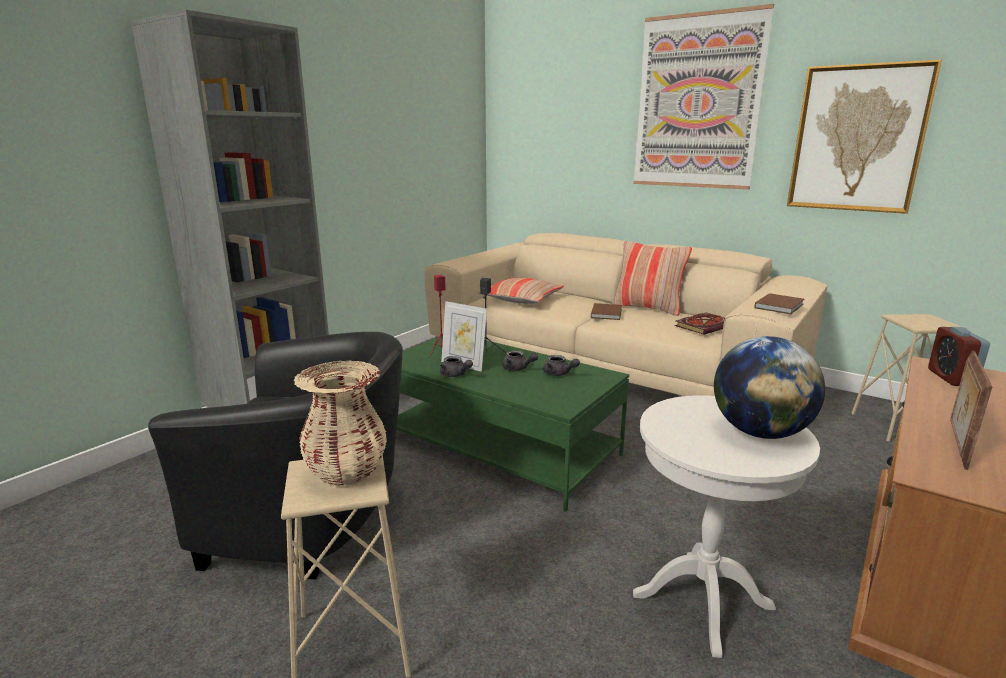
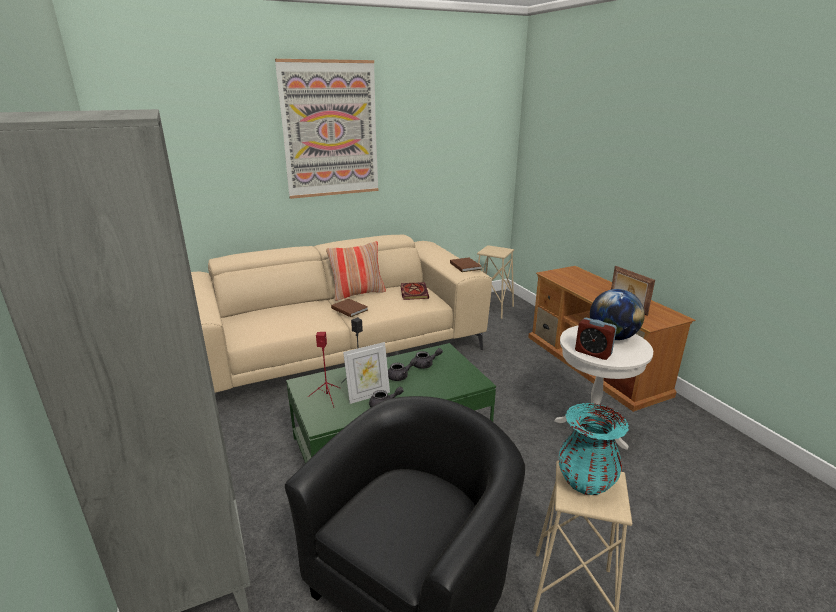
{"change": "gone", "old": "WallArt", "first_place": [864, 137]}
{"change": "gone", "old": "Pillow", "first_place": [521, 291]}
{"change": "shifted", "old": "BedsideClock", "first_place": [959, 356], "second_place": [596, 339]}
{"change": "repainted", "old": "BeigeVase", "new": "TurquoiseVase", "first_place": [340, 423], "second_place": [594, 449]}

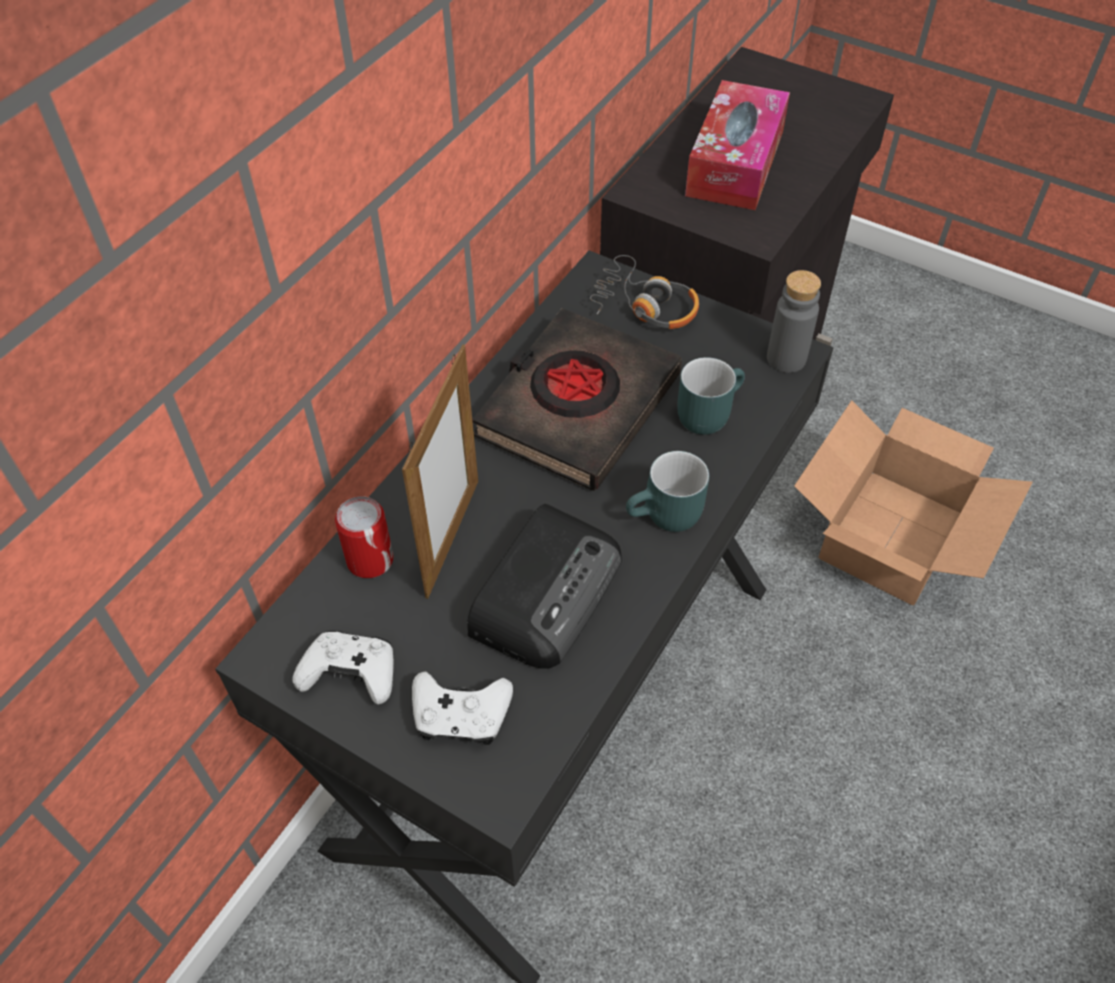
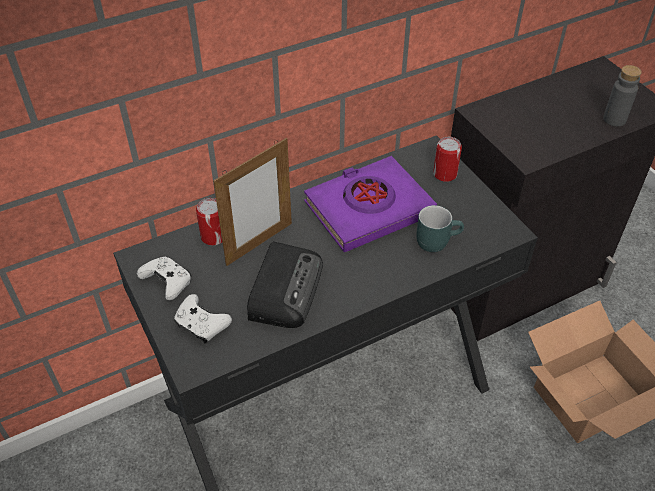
{"change": "gone", "old": "TissueBox", "first_place": [737, 145]}
{"change": "swapped", "old": "PairOfHeadphones", "new": "SealedCan", "first_place": [644, 292], "second_place": [447, 159]}
{"change": "shifted", "old": "GreyishDrinkBottle", "first_place": [794, 321], "second_place": [622, 95]}
{"change": "repainted", "old": "BlackColouredBook", "new": "PurplishBook", "first_place": [577, 399], "second_place": [370, 204]}
{"change": "gone", "old": "TurquoiseMug", "first_place": [667, 491]}
{"change": "rotated", "old": "Radio", "first_place": [544, 586], "second_place": [285, 285], "degrees": -45}

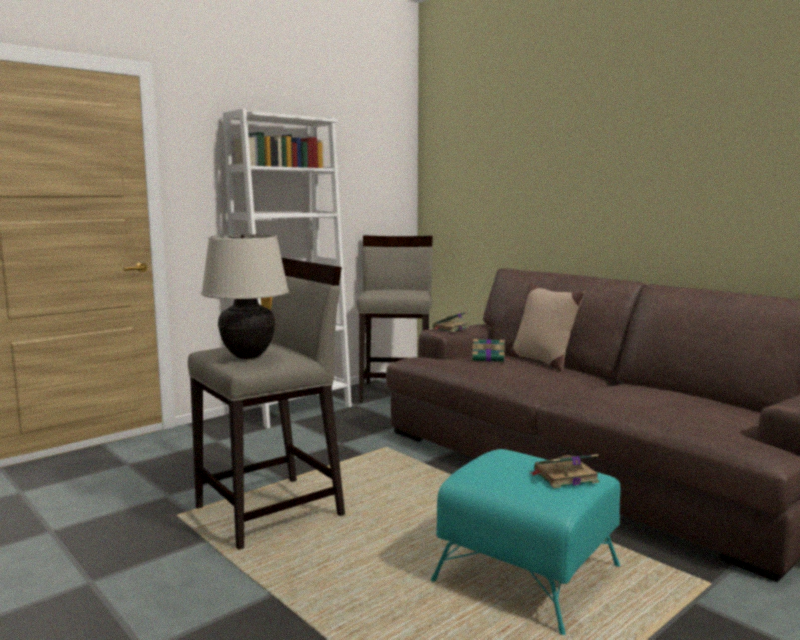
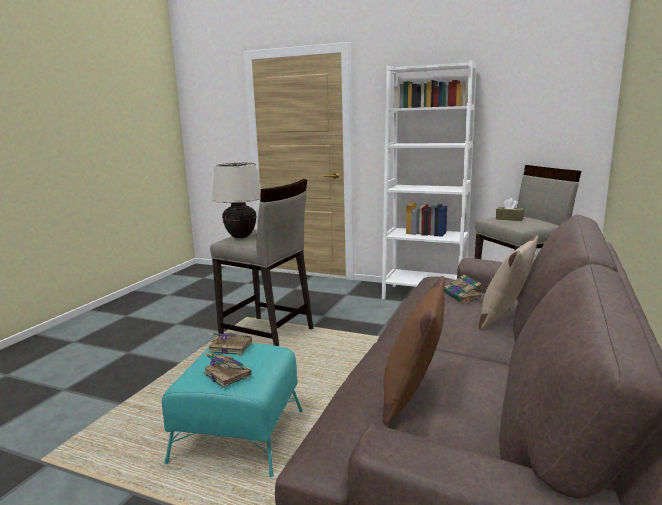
{"change": "shifted", "old": "Book", "first_place": [451, 322], "second_place": [230, 343]}
{"change": "new", "new": "BrownTissueBox", "second_place": [510, 209]}
{"change": "new", "new": "BrownPillow", "second_place": [414, 350]}

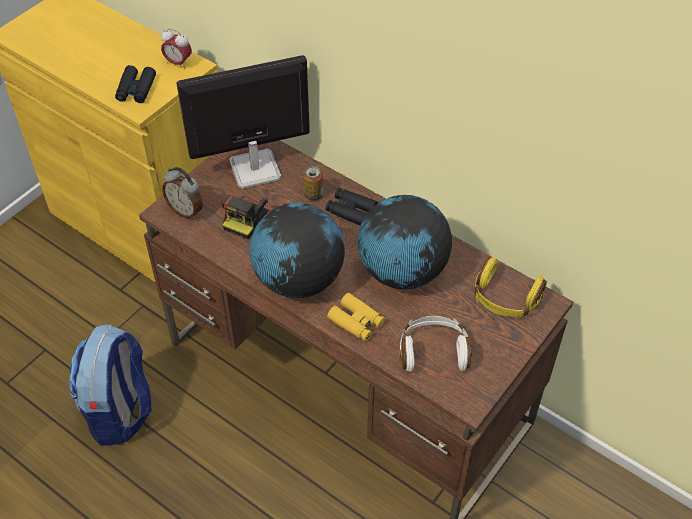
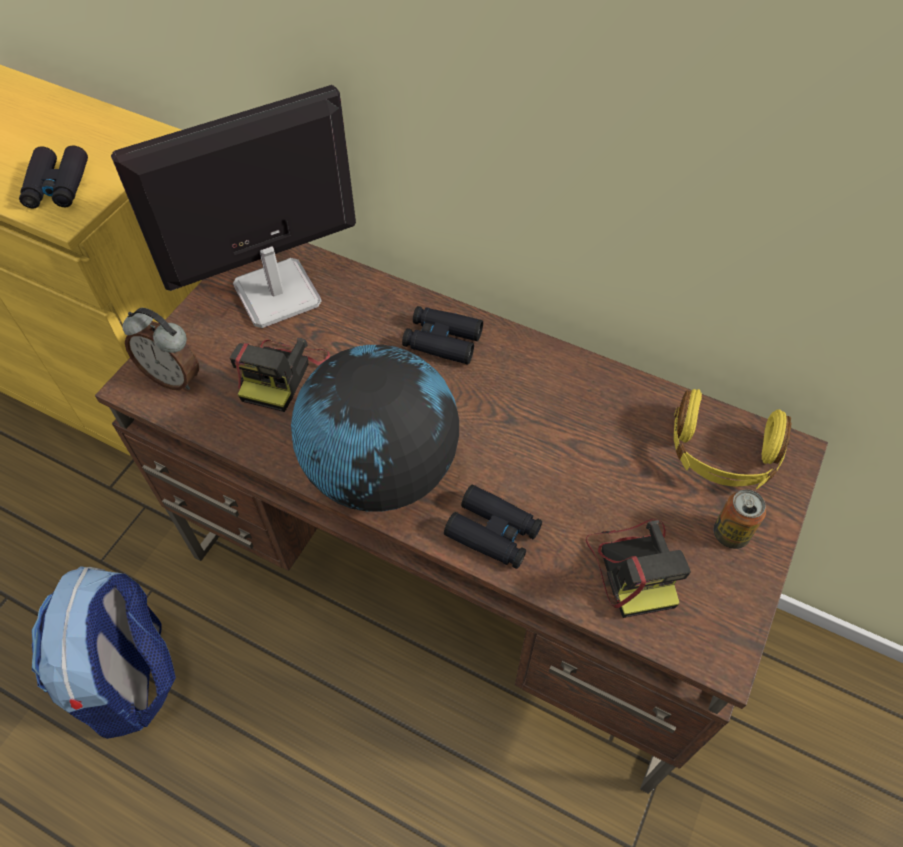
{"change": "gone", "old": "BedsideClock", "first_place": [176, 49]}
{"change": "shifted", "old": "SealedCan", "first_place": [313, 183], "second_place": [740, 519]}
{"change": "gone", "old": "WorldGlobe", "first_place": [404, 242]}
{"change": "repainted", "old": "YellowishFieldGlasses", "new": "BlackColouredFieldGlasses", "first_place": [356, 317], "second_place": [493, 527]}
{"change": "swapped", "old": "WhitePairOfHeadphones", "new": "StillCamera", "first_place": [435, 344], "second_place": [638, 568]}

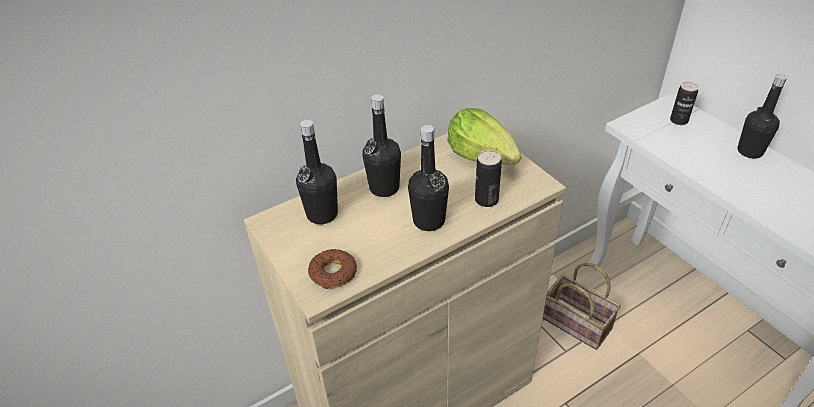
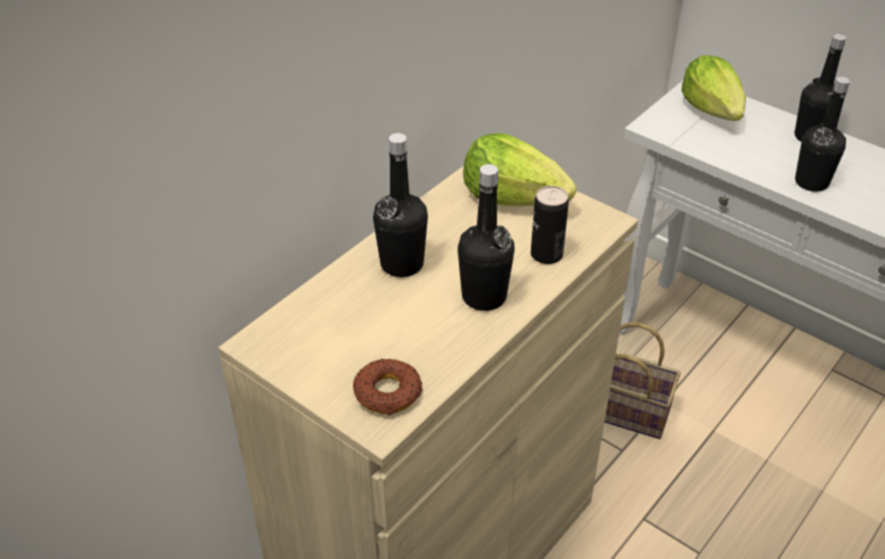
{"change": "swapped", "old": "SealedCan", "new": "LettuceHead", "first_place": [684, 103], "second_place": [714, 88]}
{"change": "shifted", "old": "BlackColouredDrinkBottle", "first_place": [317, 172], "second_place": [822, 134]}

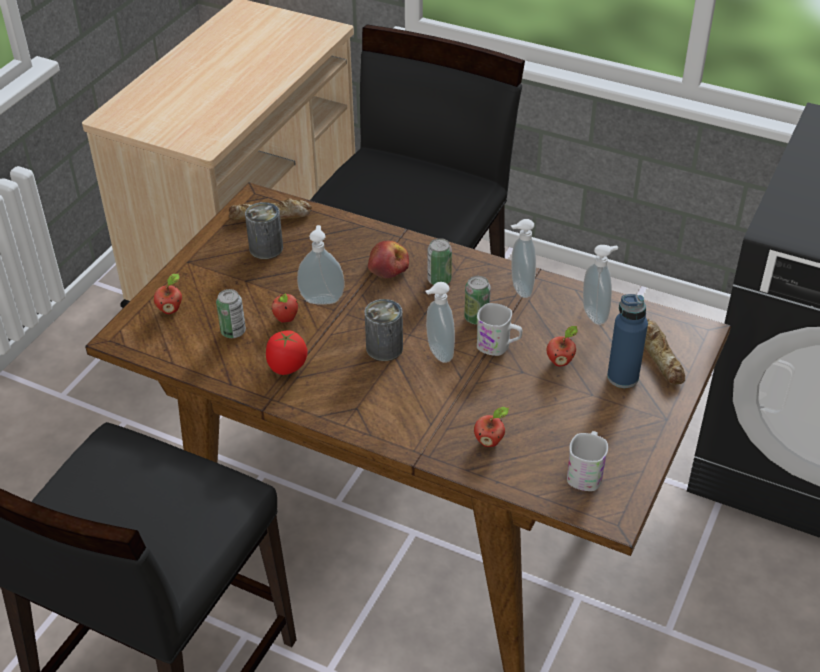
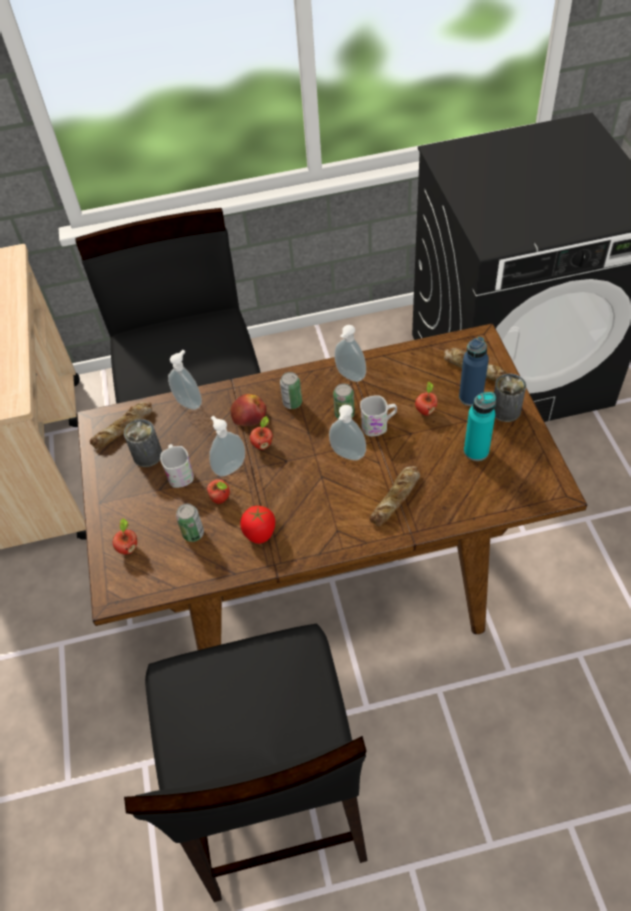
{"change": "shifted", "old": "SoapDispenser", "first_place": [600, 285], "second_place": [185, 380]}
{"change": "shifted", "old": "SealedCan", "first_place": [383, 330], "second_place": [510, 398]}
{"change": "shifted", "old": "Apple", "first_place": [491, 427], "second_place": [261, 433]}
{"change": "shifted", "old": "WhiteMug", "first_place": [587, 461], "second_place": [177, 466]}
{"change": "new", "new": "TurquoiseDrinkBottle", "second_place": [480, 426]}
{"change": "new", "new": "BakeryBread", "second_place": [394, 496]}

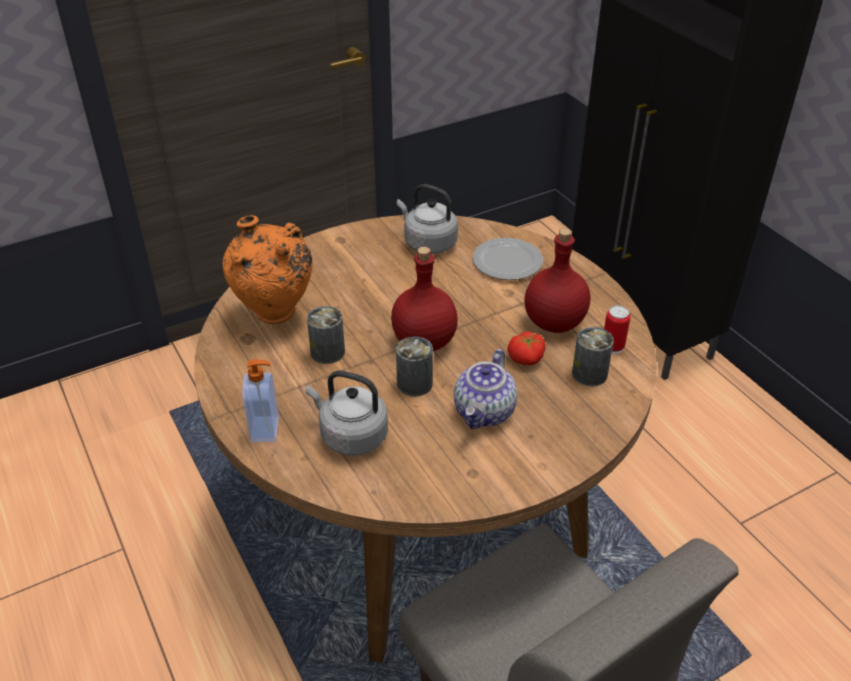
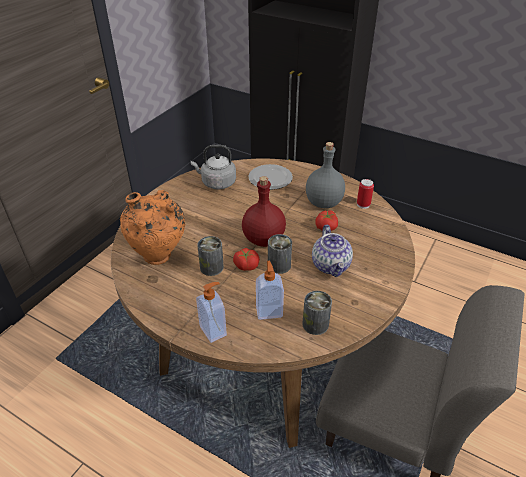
{"change": "repainted", "old": "RedDrinkBottle", "new": "GreyishDrinkBottle", "first_place": [557, 280], "second_place": [325, 175]}
{"change": "shifted", "old": "SealedCan", "first_place": [593, 356], "second_place": [317, 313]}
{"change": "swapped", "old": "GreyishWaterKettle", "new": "SoapDispenser", "first_place": [347, 413], "second_place": [270, 290]}
{"change": "new", "new": "FreshTomato", "second_place": [246, 259]}

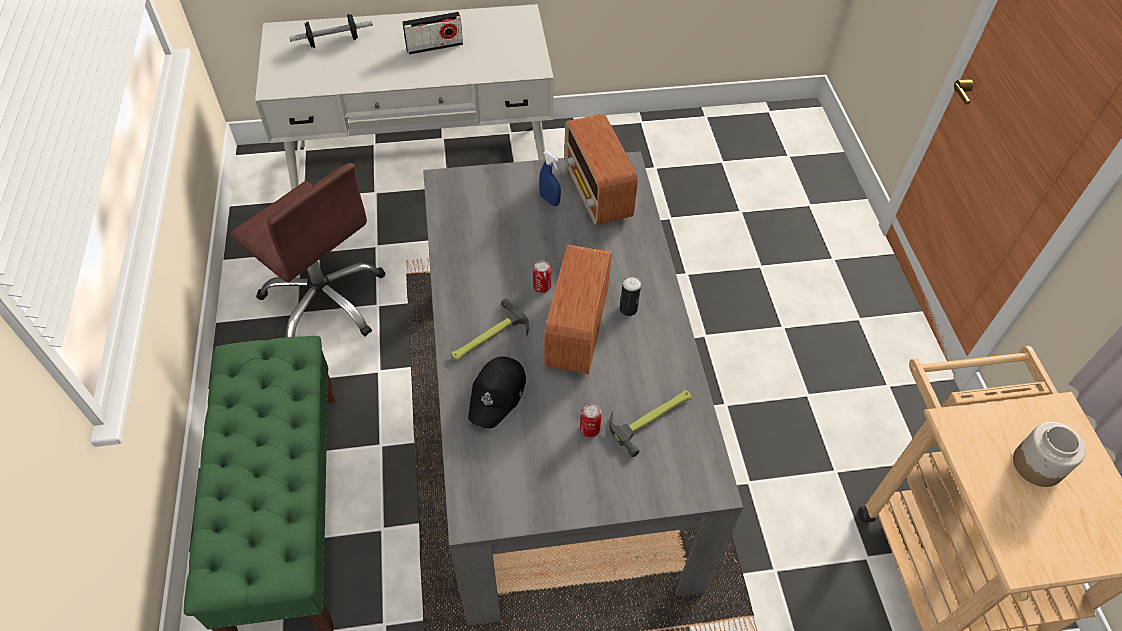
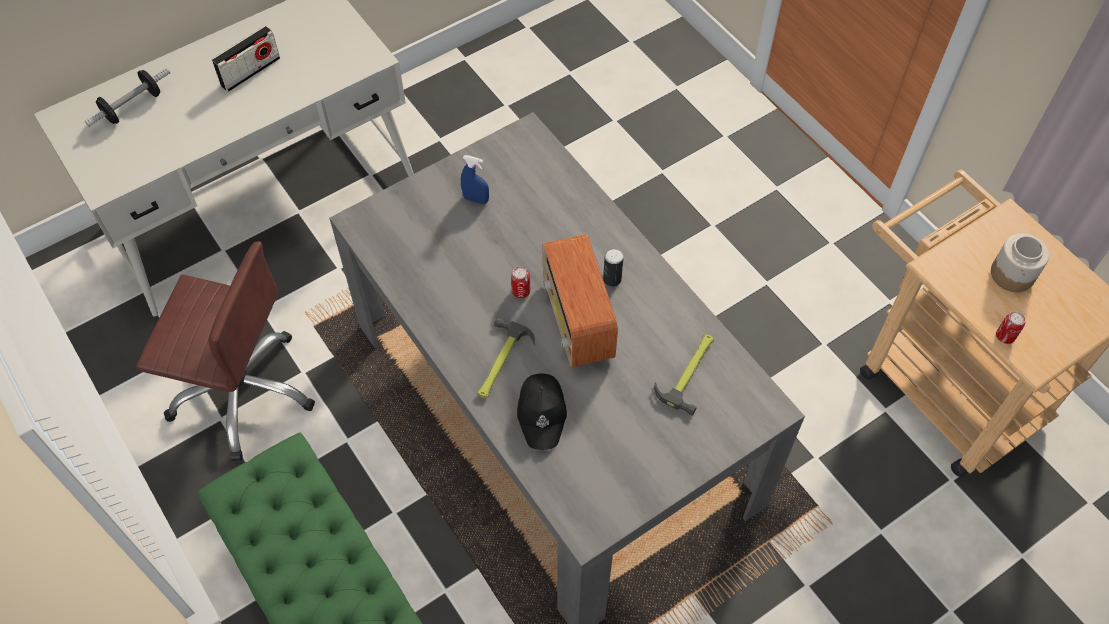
{"change": "gone", "old": "Radio", "first_place": [601, 169]}
{"change": "shifted", "old": "SealedCan", "first_place": [591, 420], "second_place": [1010, 327]}

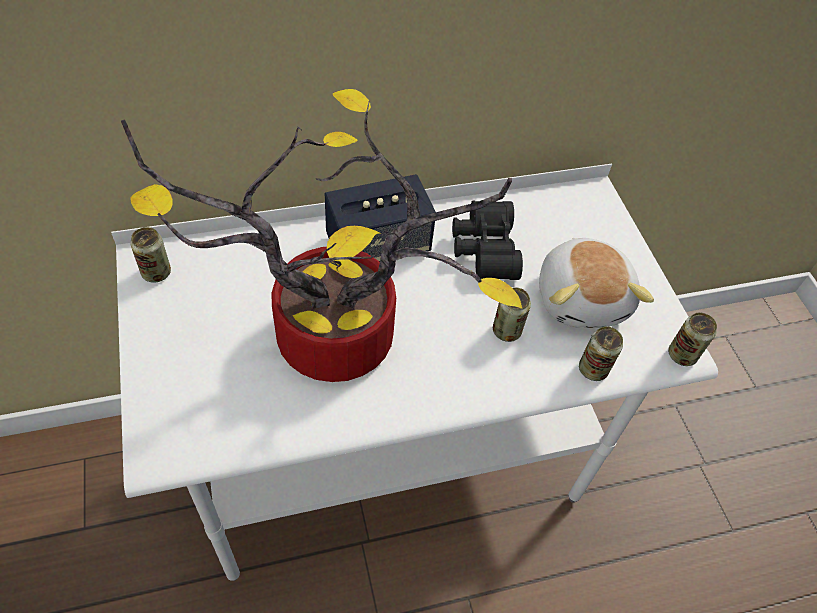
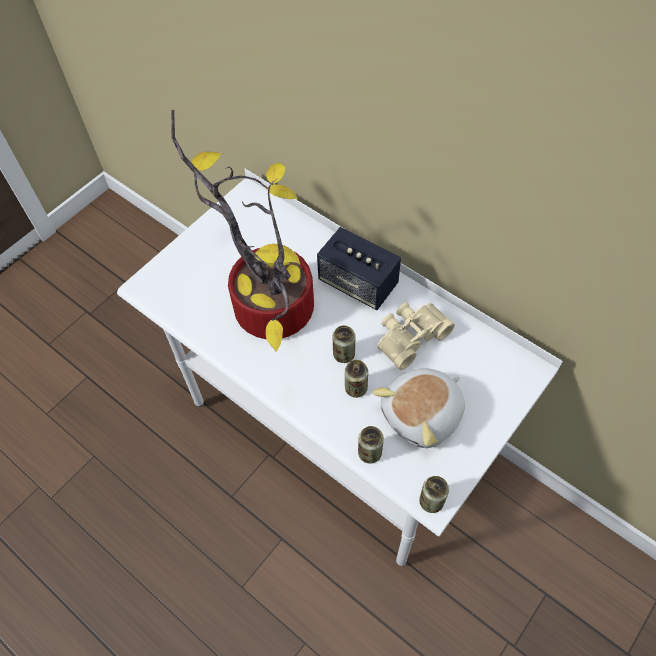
{"change": "repainted", "old": "BlackColouredFieldGlasses", "new": "BeigeFieldGlasses", "first_place": [487, 240], "second_place": [416, 336]}
{"change": "shifted", "old": "SealedCan", "first_place": [150, 255], "second_place": [344, 344]}

